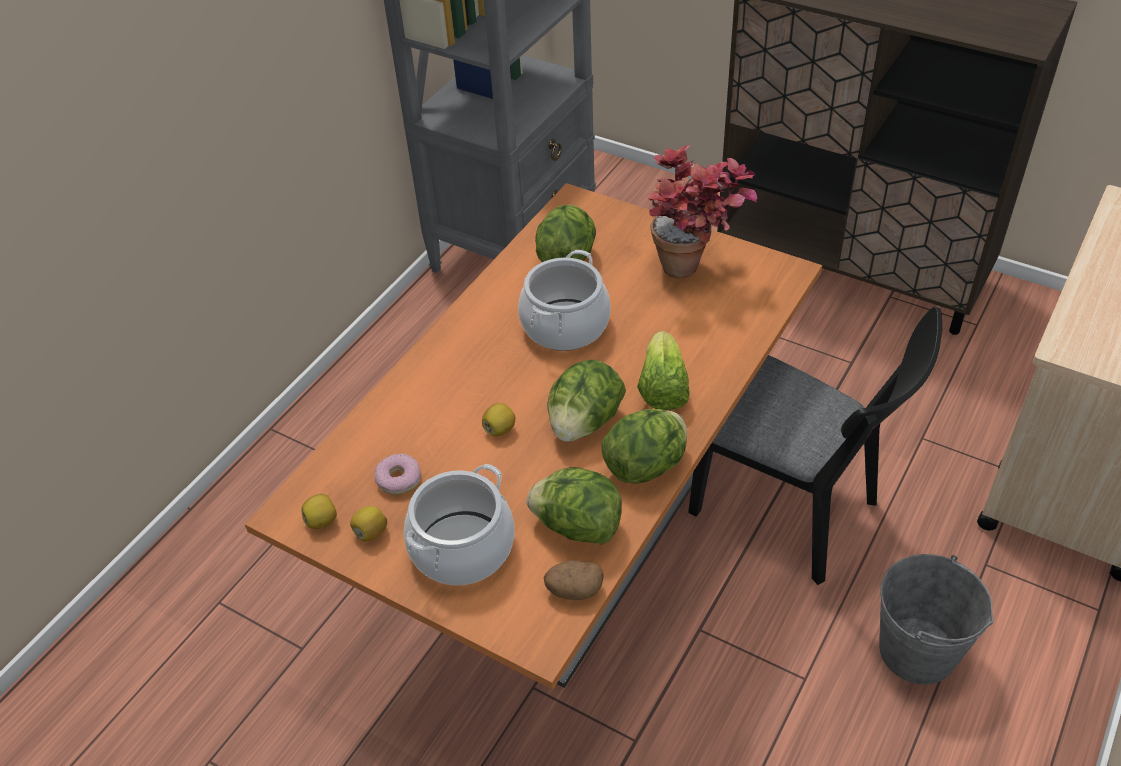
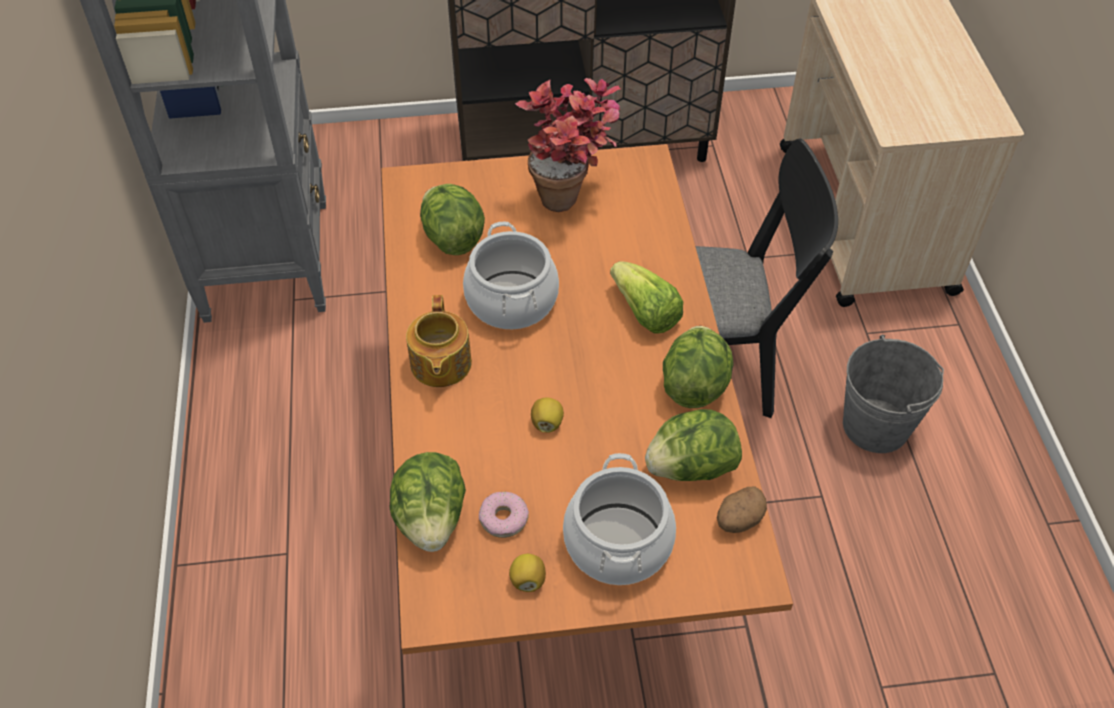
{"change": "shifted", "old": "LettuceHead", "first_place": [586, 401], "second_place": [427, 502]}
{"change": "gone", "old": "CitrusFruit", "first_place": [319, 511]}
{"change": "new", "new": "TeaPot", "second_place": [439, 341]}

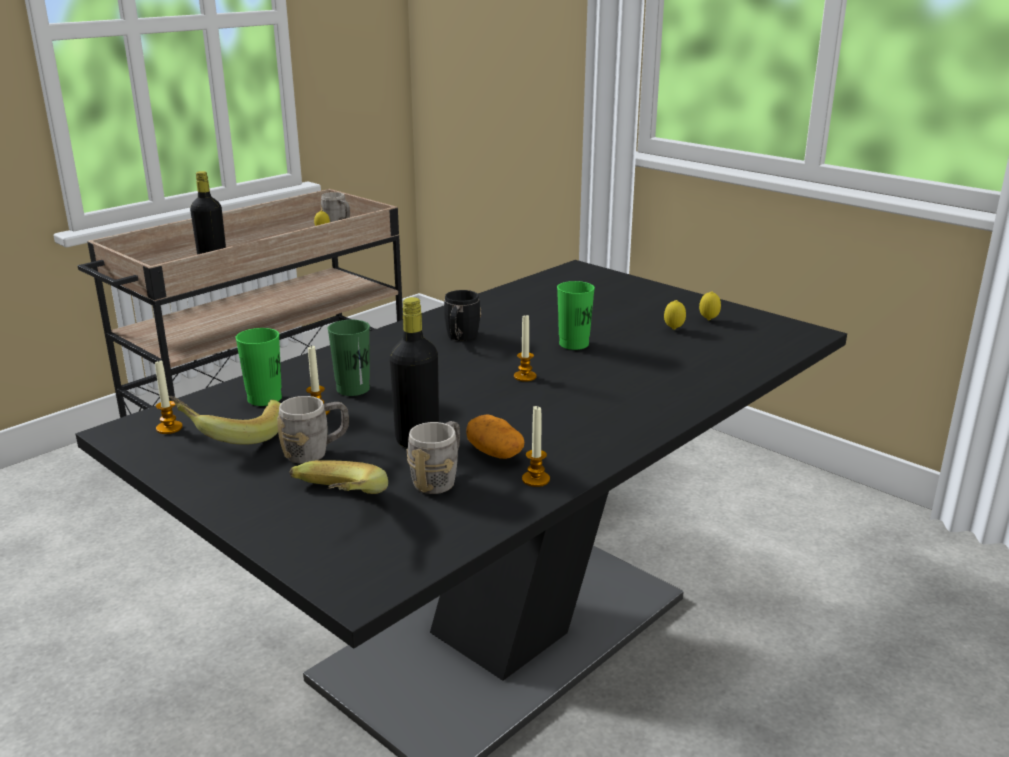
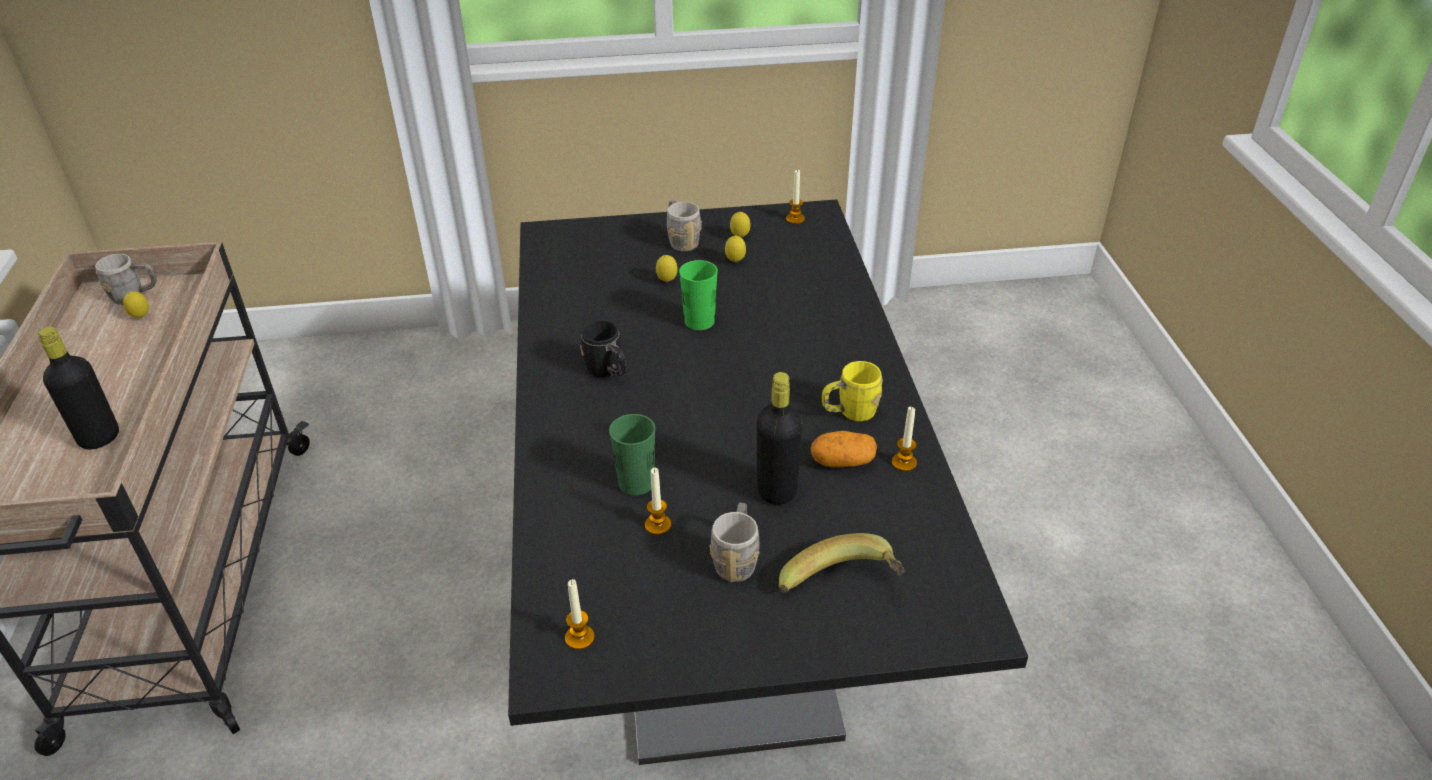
{"change": "shifted", "old": "Candle", "first_place": [525, 348], "second_place": [795, 196]}
{"change": "gone", "old": "GreenCup", "first_place": [258, 367]}
{"change": "gone", "old": "BananaFruit", "first_place": [225, 420]}
{"change": "shifted", "old": "GreyishMug", "first_place": [433, 457], "second_place": [684, 226]}
{"change": "new", "new": "CitrusFruit", "second_place": [667, 268]}
{"change": "new", "new": "YellowishMug", "second_place": [852, 391]}

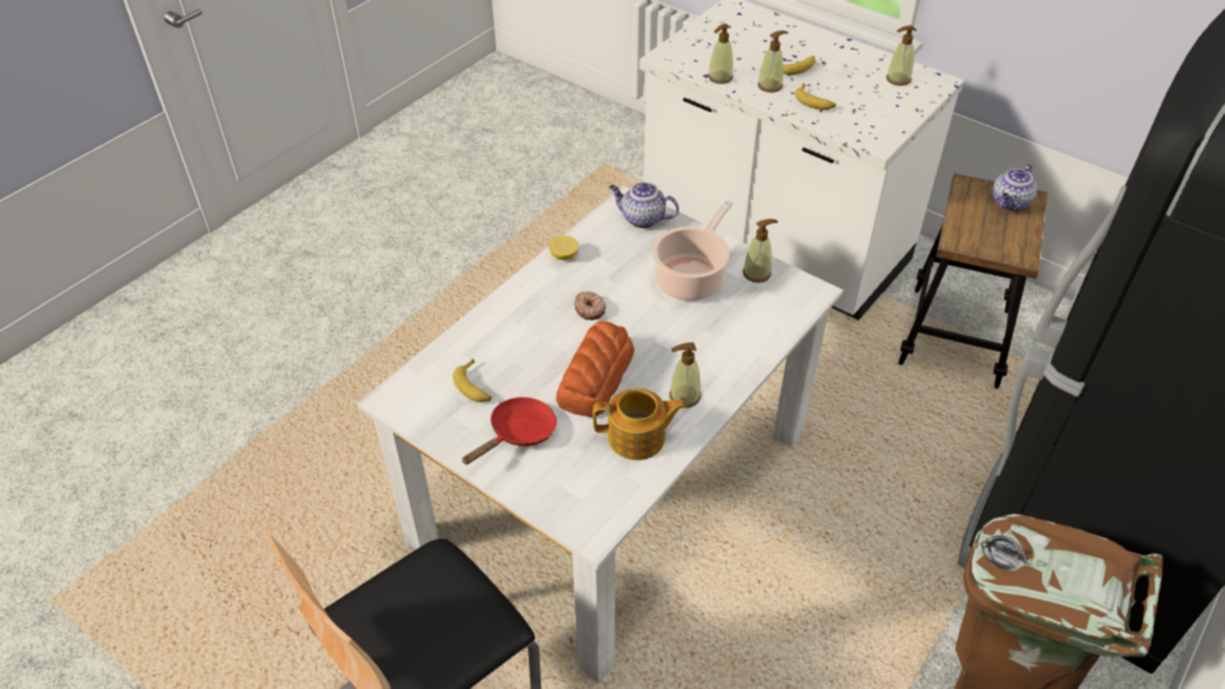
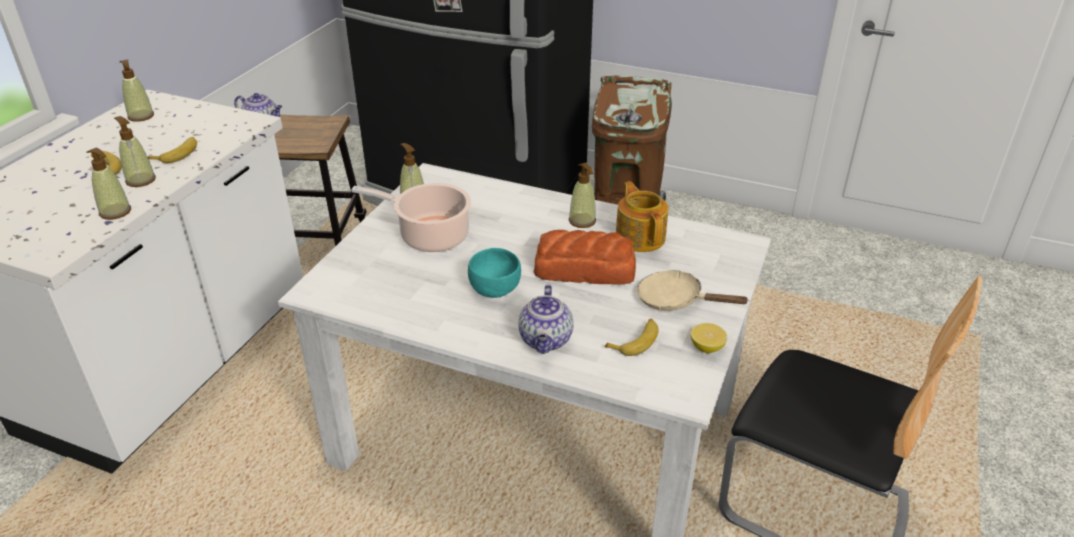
{"change": "shifted", "old": "TeaPot", "first_place": [644, 205], "second_place": [546, 319]}
{"change": "shifted", "old": "CitrusFruit", "first_place": [564, 248], "second_place": [709, 338]}
{"change": "swapped", "old": "RingDoughnut", "new": "TurquoiseServingBowl", "first_place": [590, 305], "second_place": [494, 273]}
{"change": "repainted", "old": "RedPan", "new": "BeigePan", "first_place": [509, 431], "second_place": [693, 290]}

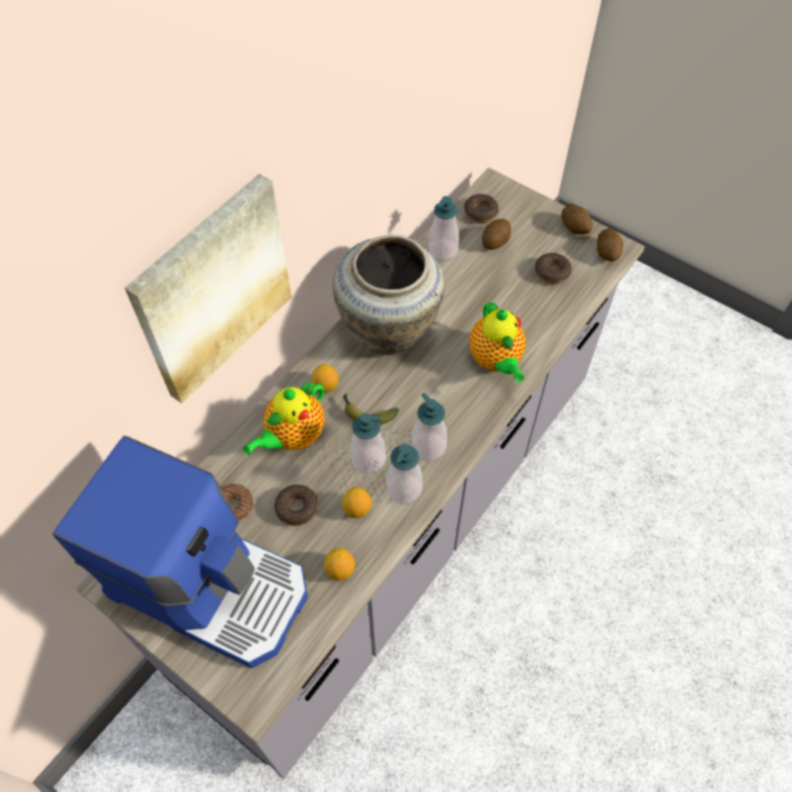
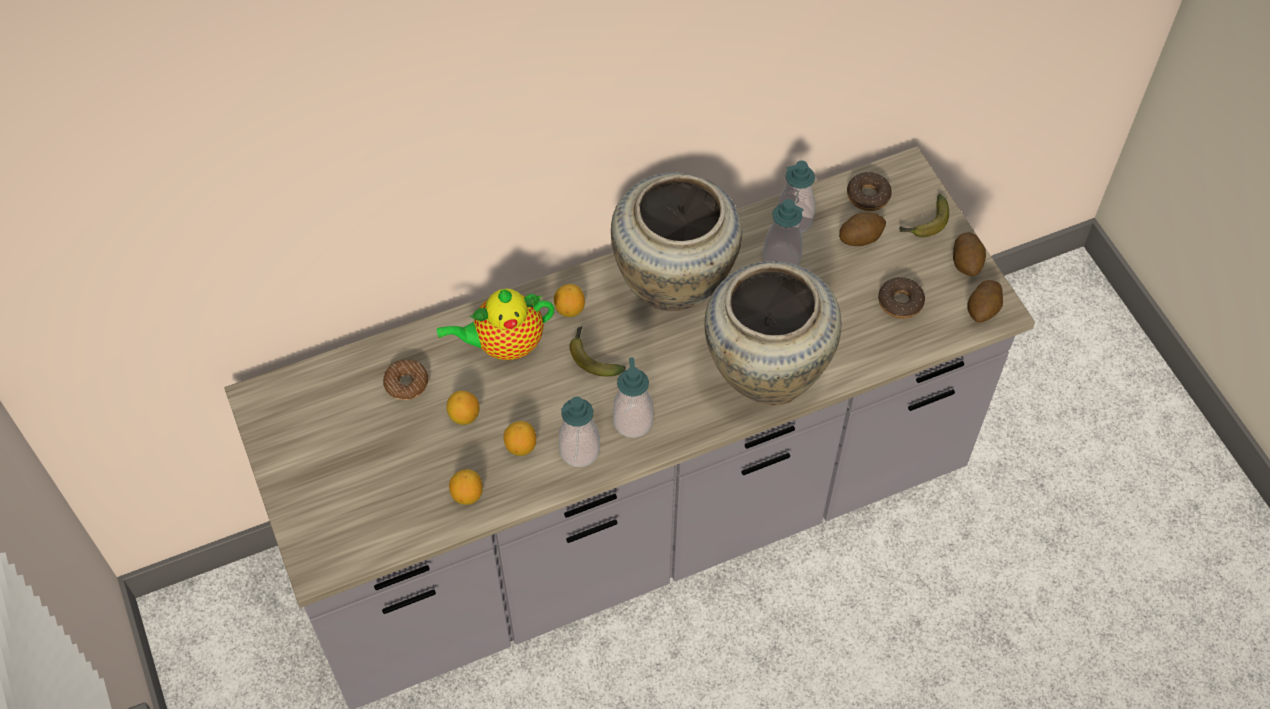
{"change": "gone", "old": "WallArt", "first_place": [208, 288]}
{"change": "swapped", "old": "TeaPot", "new": "BeigeVase", "first_place": [497, 341], "second_place": [773, 333]}
{"change": "shifted", "old": "SoapDispenser", "first_place": [368, 443], "second_place": [783, 232]}
{"change": "gone", "old": "CoffeeMaker", "first_place": [180, 552]}
{"change": "swapped", "old": "RingDoughnut", "new": "CitrusFruit", "first_place": [296, 505], "second_place": [463, 408]}
{"change": "new", "new": "BananaFruit", "second_place": [924, 215]}

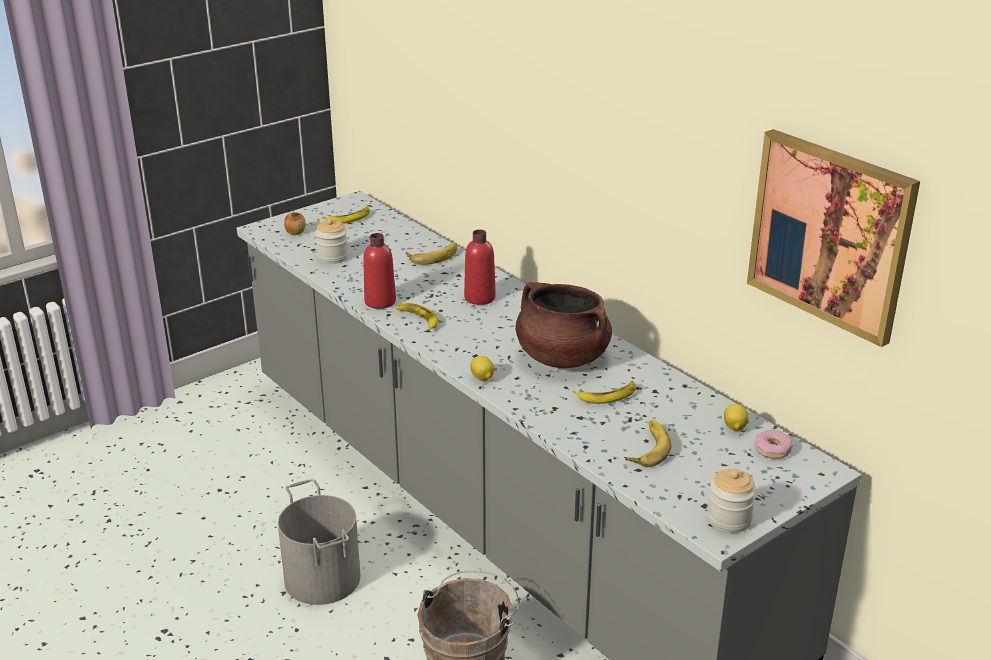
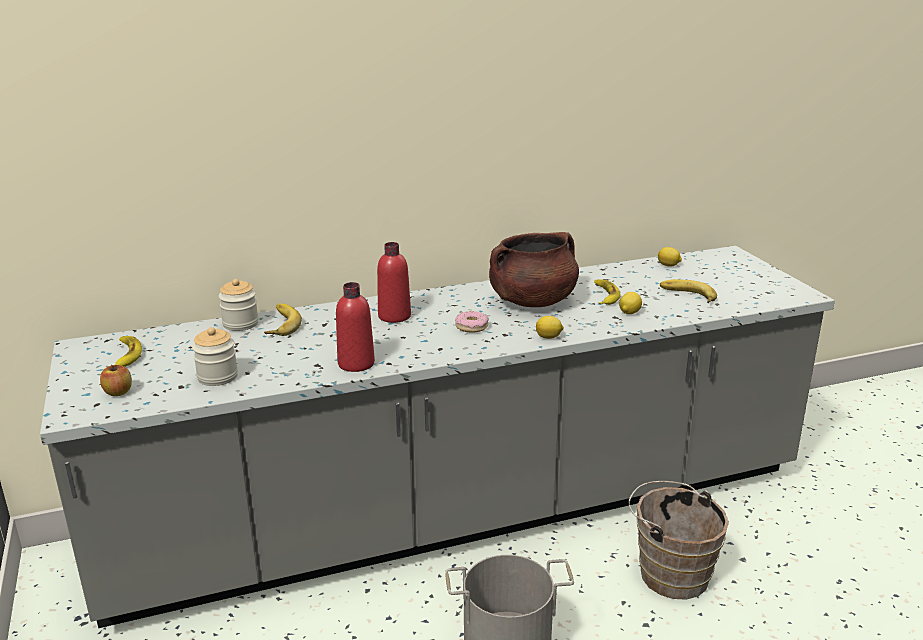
{"change": "gone", "old": "WallArt", "first_place": [833, 238]}
{"change": "gone", "old": "BananaFruit", "first_place": [416, 317]}
{"change": "shifted", "old": "RingDoughnut", "first_place": [773, 444], "second_place": [472, 322]}
{"change": "shifted", "old": "StorageJar", "first_place": [731, 501], "second_place": [239, 305]}
{"change": "new", "new": "CitrusFruit", "second_place": [630, 303]}

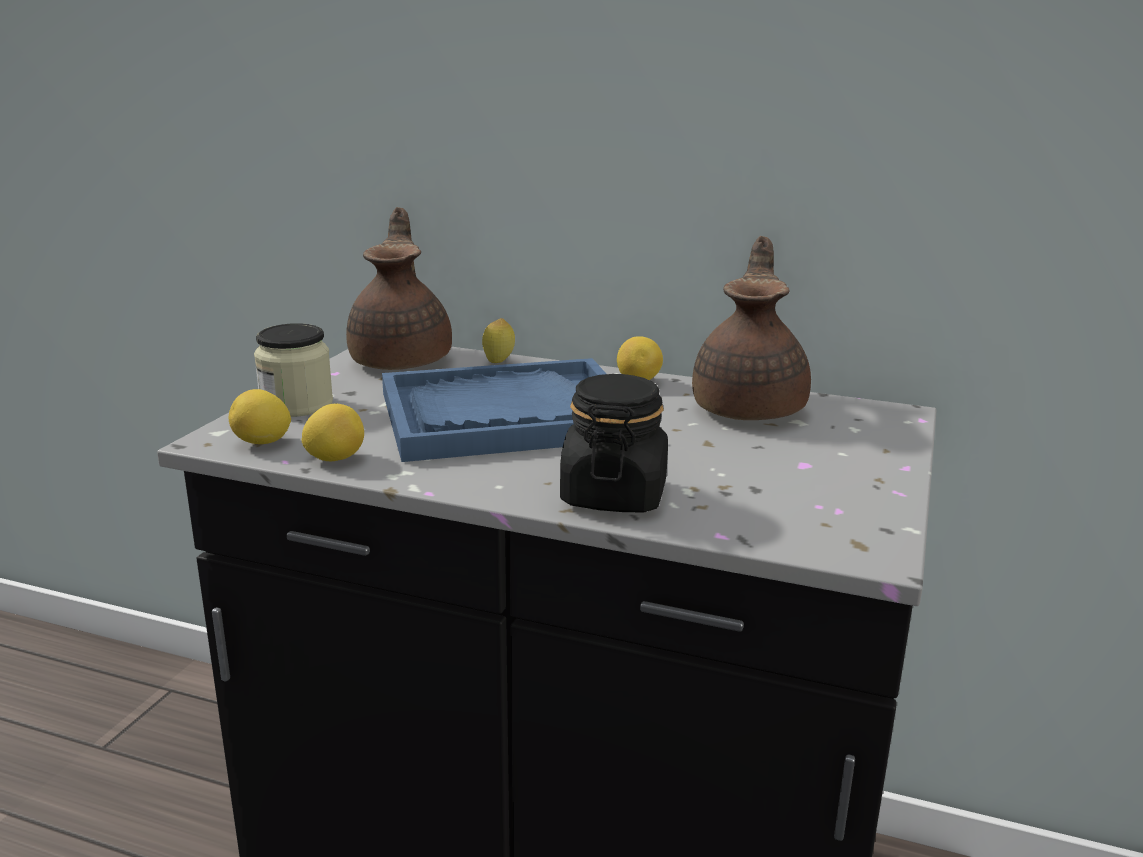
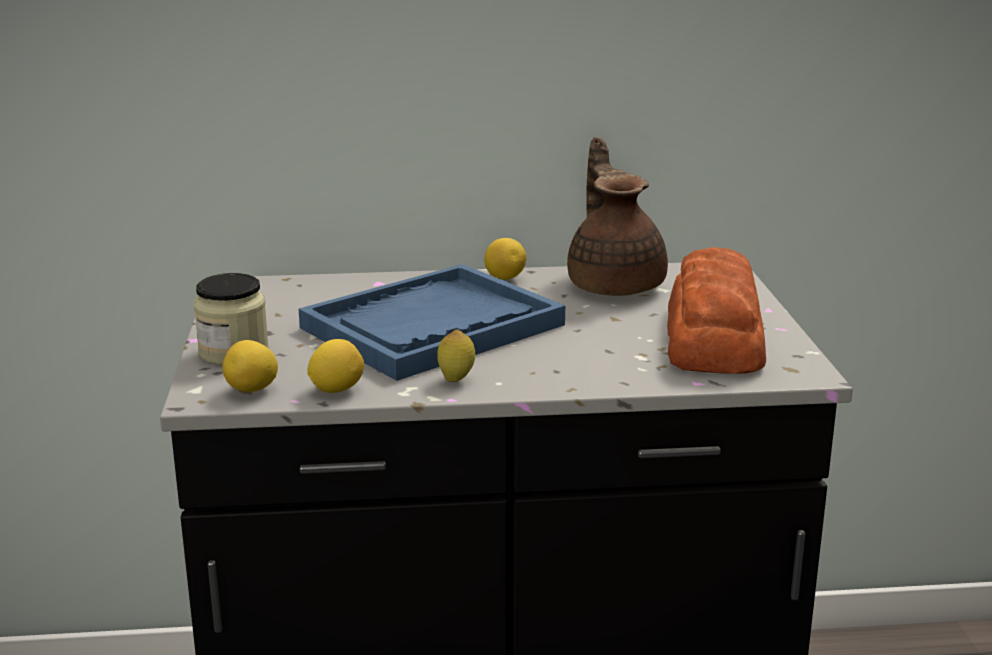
{"change": "gone", "old": "BrownTeaPot", "first_place": [399, 288]}
{"change": "shifted", "old": "CitrusFruit", "first_place": [498, 340], "second_place": [456, 355]}
{"change": "gone", "old": "BlackColouredStorageJar", "first_place": [614, 443]}
{"change": "new", "new": "BakeryBread", "second_place": [716, 310]}

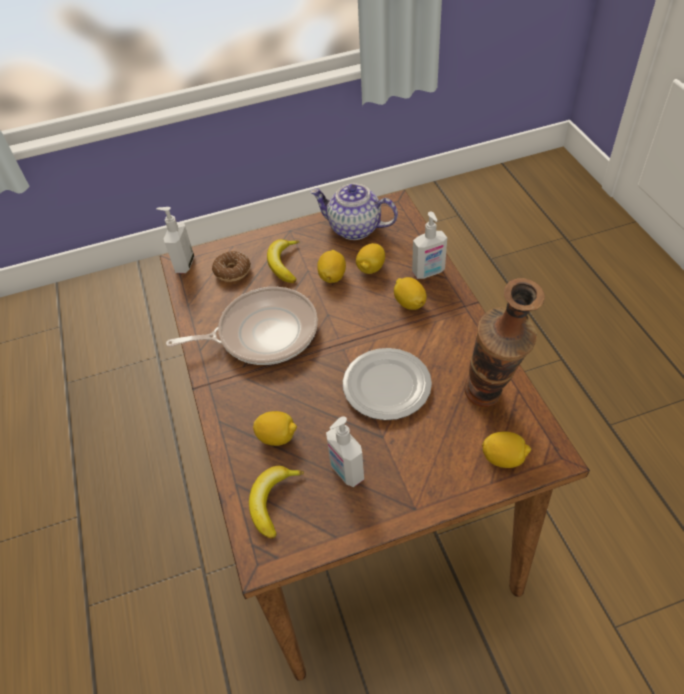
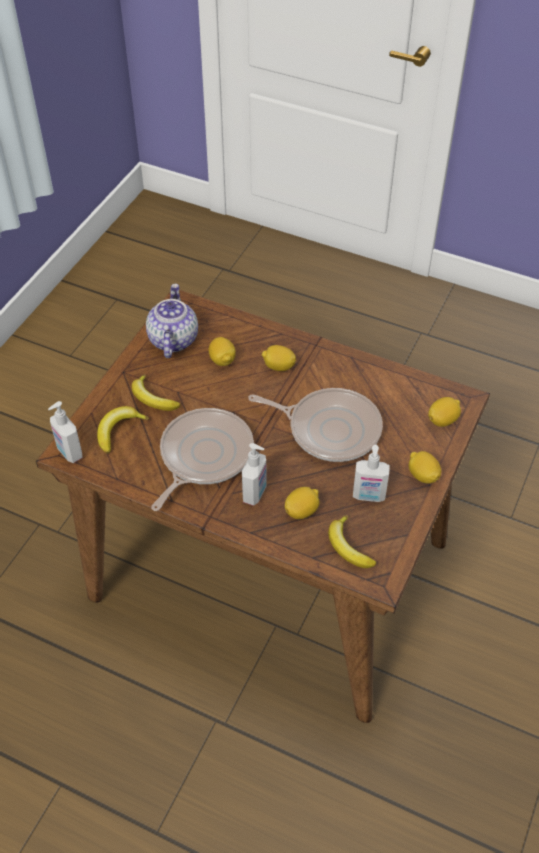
{"change": "rotated", "old": "TeaPot", "first_place": [354, 212], "second_place": [172, 321], "degrees": 120}
{"change": "shifted", "old": "SoapDispenser", "first_place": [429, 245], "second_place": [254, 474]}
{"change": "shifted", "old": "CitrusFruit", "first_place": [331, 266], "second_place": [425, 467]}
{"change": "swapped", "old": "RingDoughnut", "new": "BananaFruit", "first_place": [231, 266], "second_place": [123, 429]}
{"change": "gone", "old": "Vase", "first_place": [504, 342]}
{"change": "swapped", "old": "FlatDish", "new": "Pan", "first_place": [387, 384], "second_place": [315, 425]}

